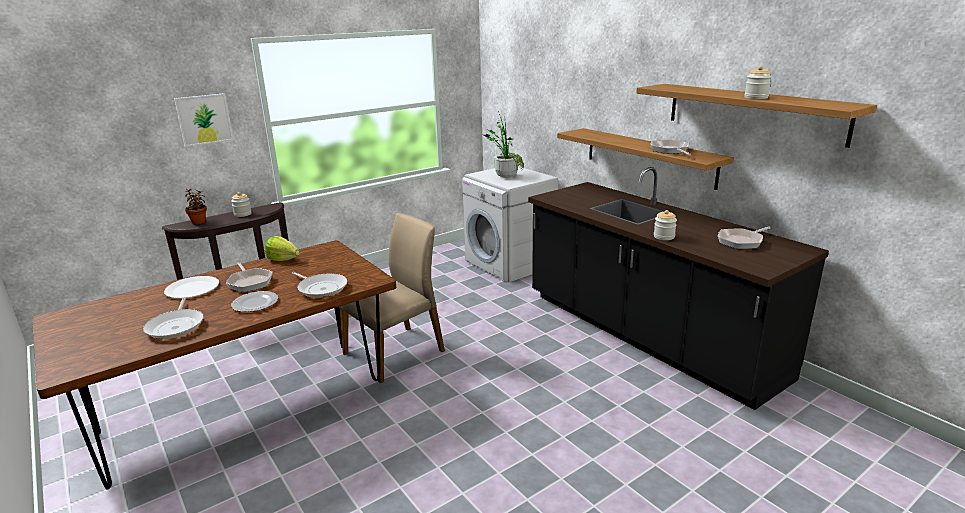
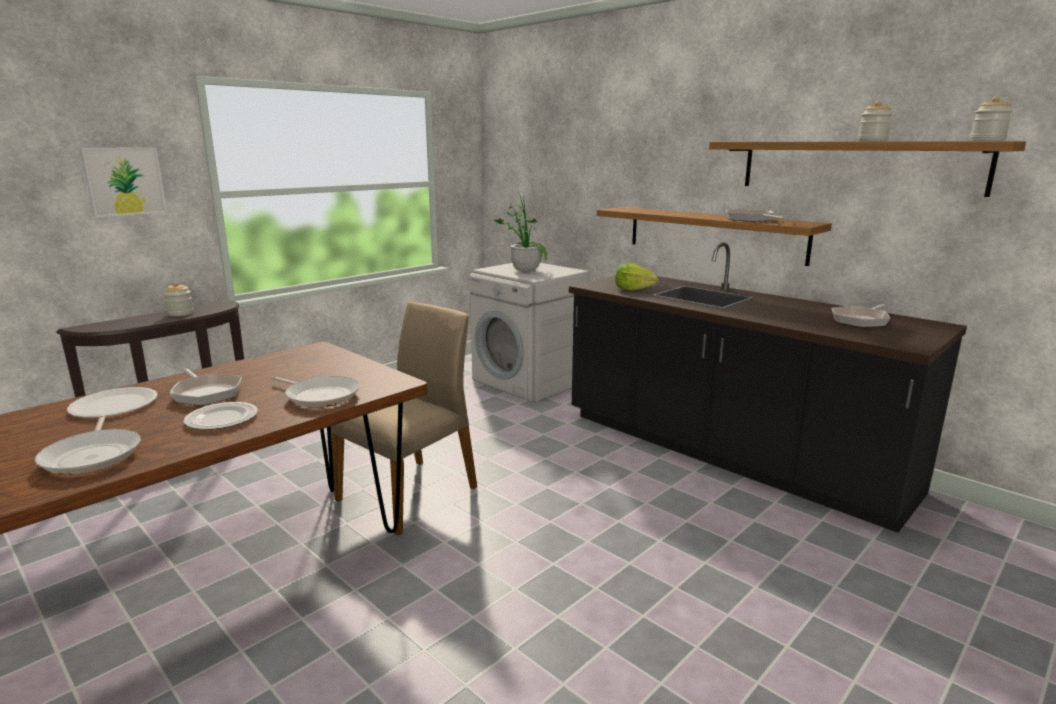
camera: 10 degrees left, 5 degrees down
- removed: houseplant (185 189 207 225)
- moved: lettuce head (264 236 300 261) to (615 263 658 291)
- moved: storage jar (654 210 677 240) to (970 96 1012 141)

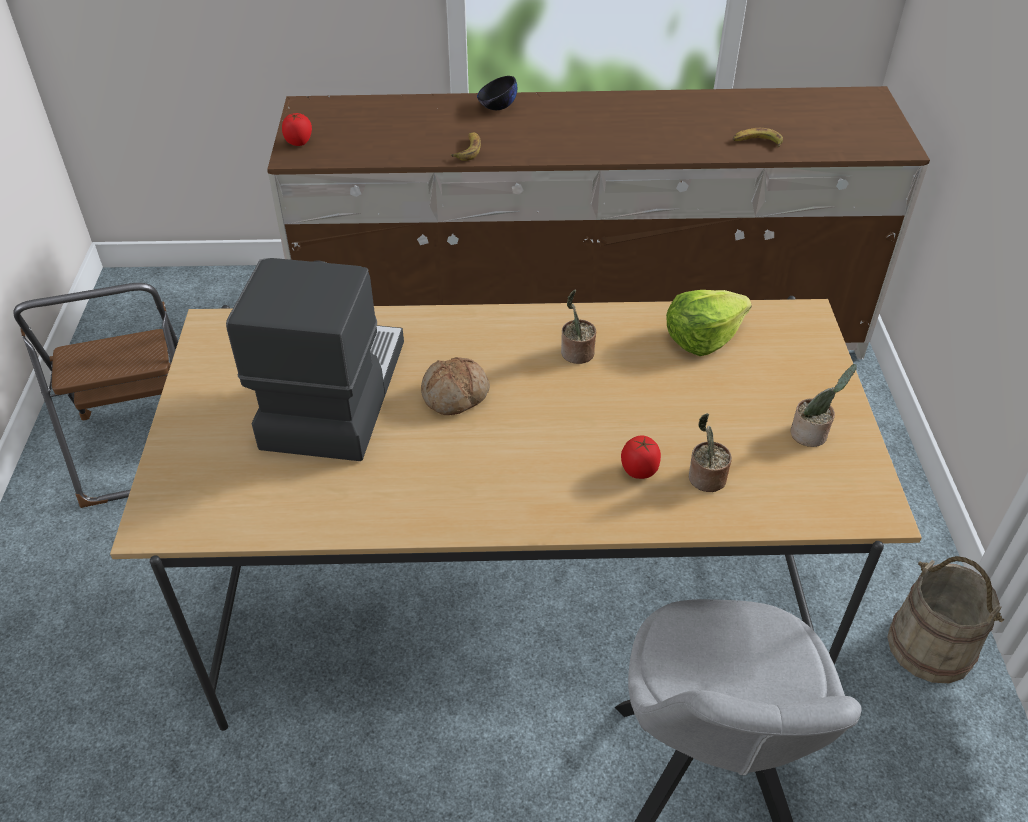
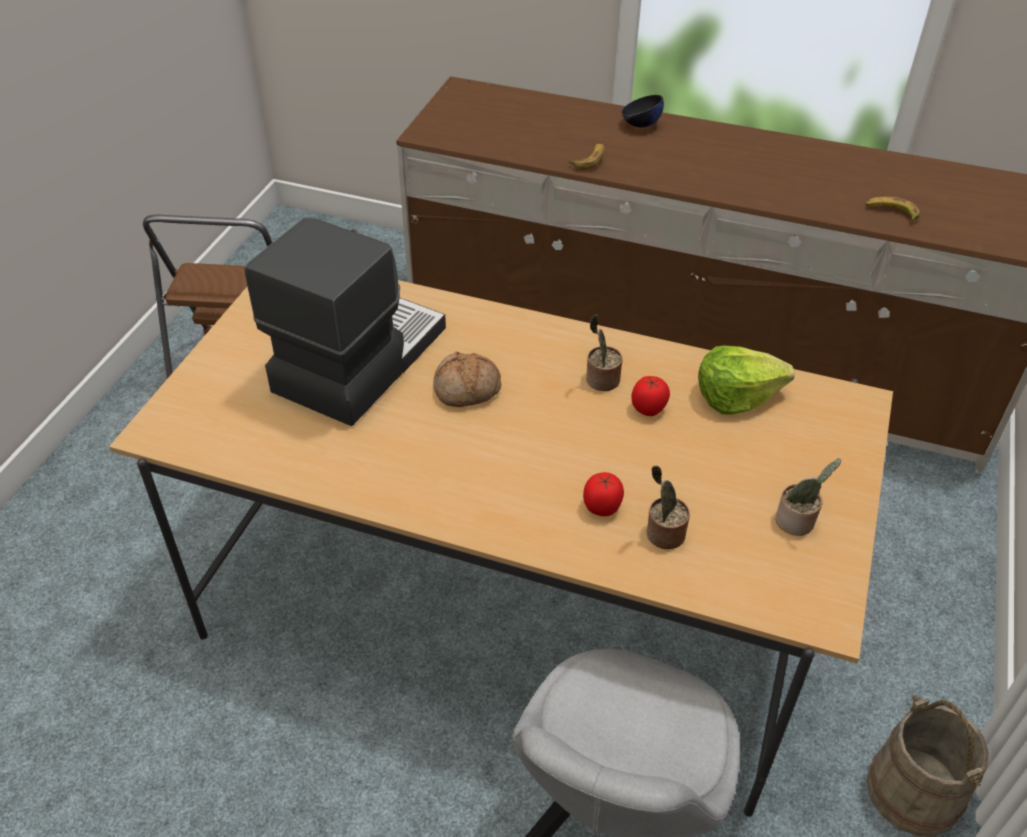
camera: 20 degrees right, 0 degrees up
- moved: tomato (282 113 312 146) to (631 376 670 416)

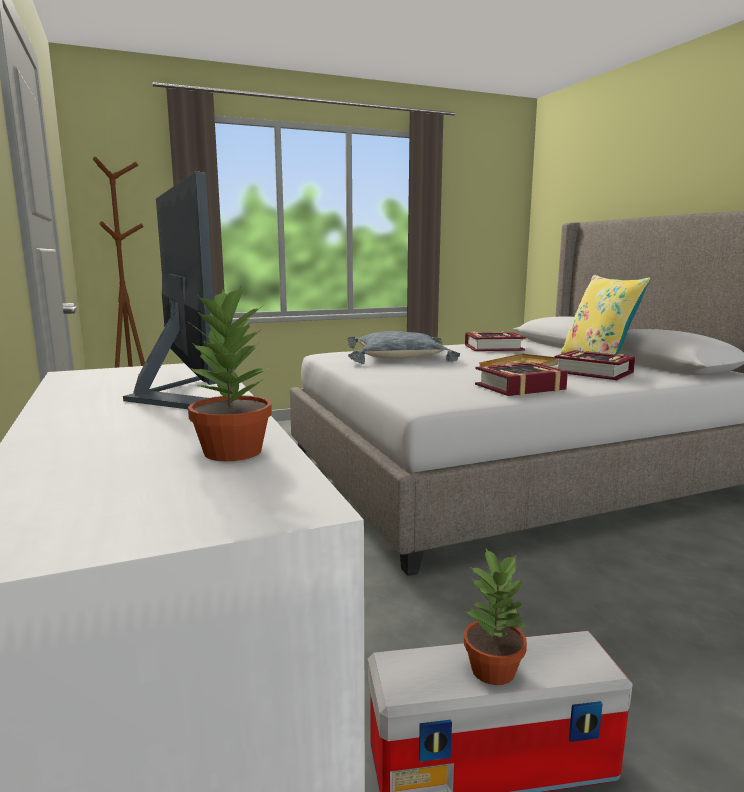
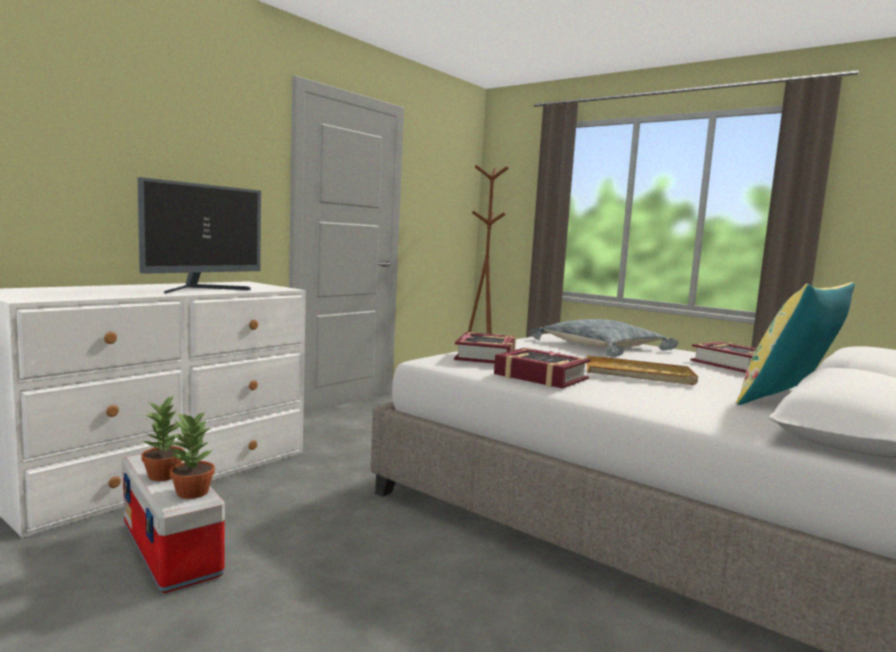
camera: 60 degrees right, 5 degrees down
- moved: houseplant (187 286 272 461) to (170 411 215 499)
- moved: book (554 350 635 380) to (454 332 516 364)

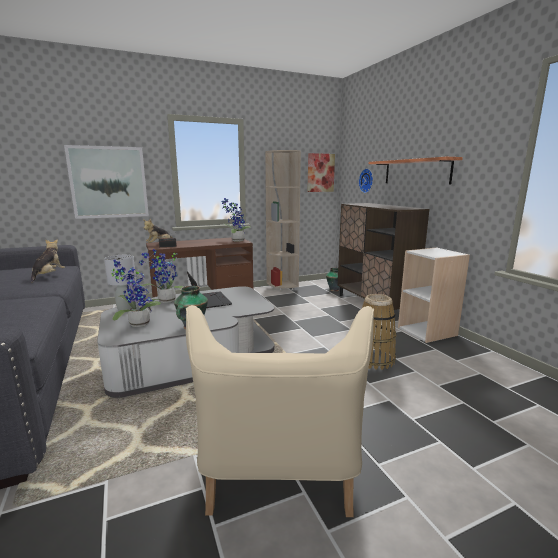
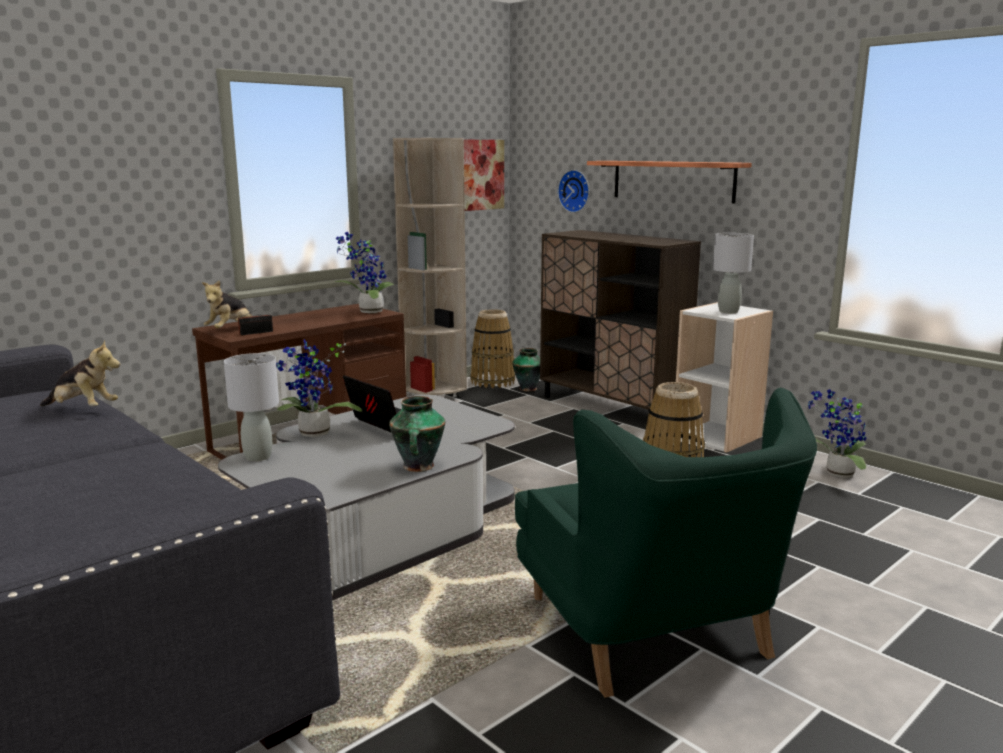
camera: 20 degrees left, 0 degrees up
- turned: plush toy (31 239 65 283) = (40 340 120 406) 120 degrees clockwise
- removed: picture (64 145 149 219)
- moved: houseplant (111 260 161 327) to (808 389 867 478)
- recoloured: beige-coloured lounge chair (186 305 374 517) to greenish lounge chair (515 388 817 698)
- added: household basket (470 309 515 388)
- added: grey lamp for a table (713 233 754 313)

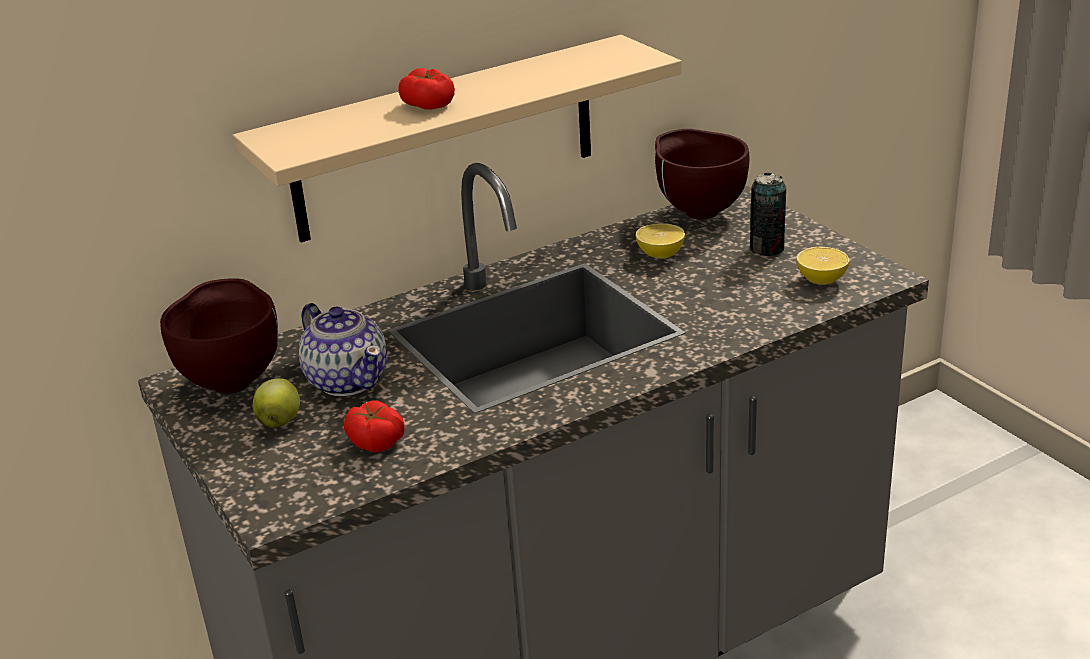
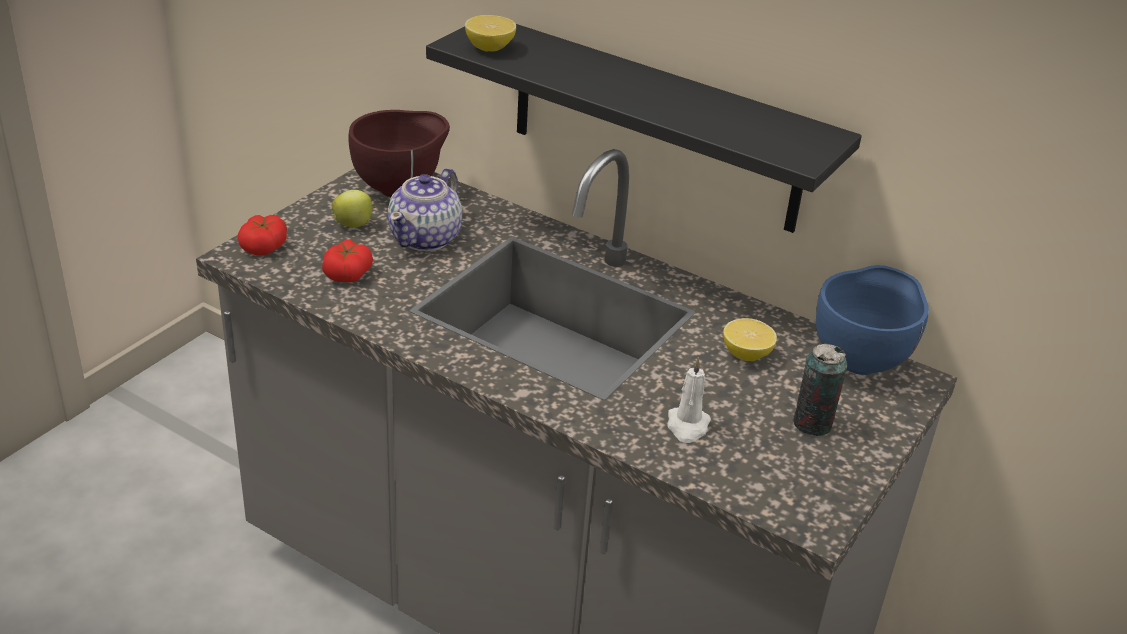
camera: 60 degrees right, 5 degrees up
- recoloured: beige-coloured wall shelf (232 35 682 243) to black wall shelf (426 24 862 233)
- moved: tomato (398 68 455 110) to (237 215 287 256)
- recoloured: brownish bowl (655 129 750 220) to bluish bowl (816 265 929 375)
- moved: whole lemon (796 247 850 285) to (465 15 516 52)
- added: white candle (667 357 711 443)

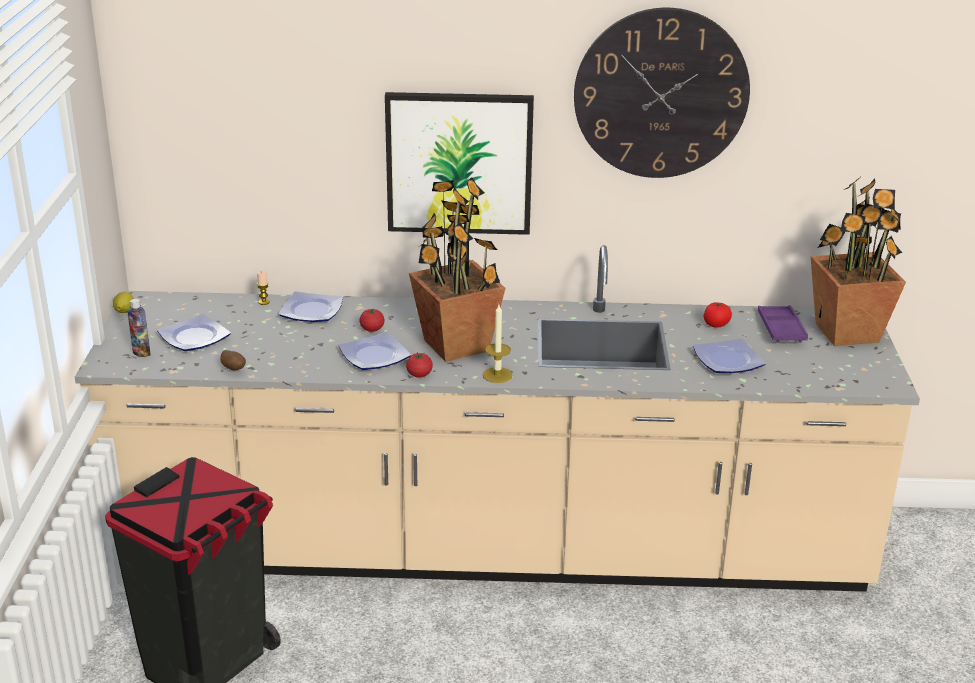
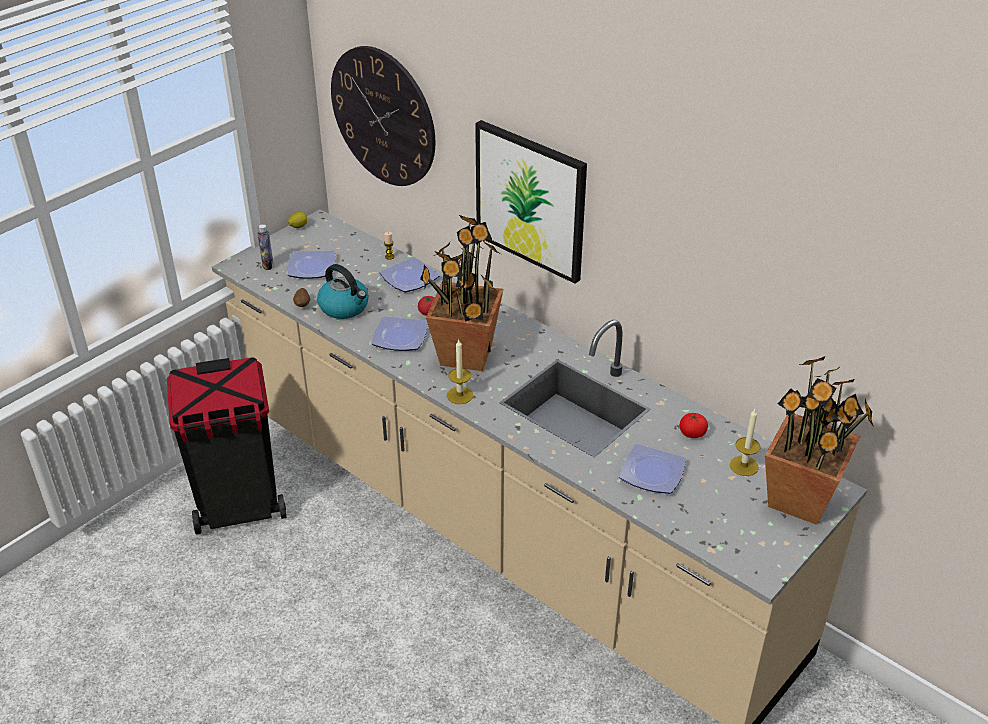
camera: 40 degrees right, 10 degrees up
- removed: tomato (406 352 433 377)
- moved: clock on the wall (574 8 750 178) to (331 46 435 186)
- replaced: purple tray (758 305 808 343) to candle (730 409 760 476)
- added: kettle (317 264 369 319)

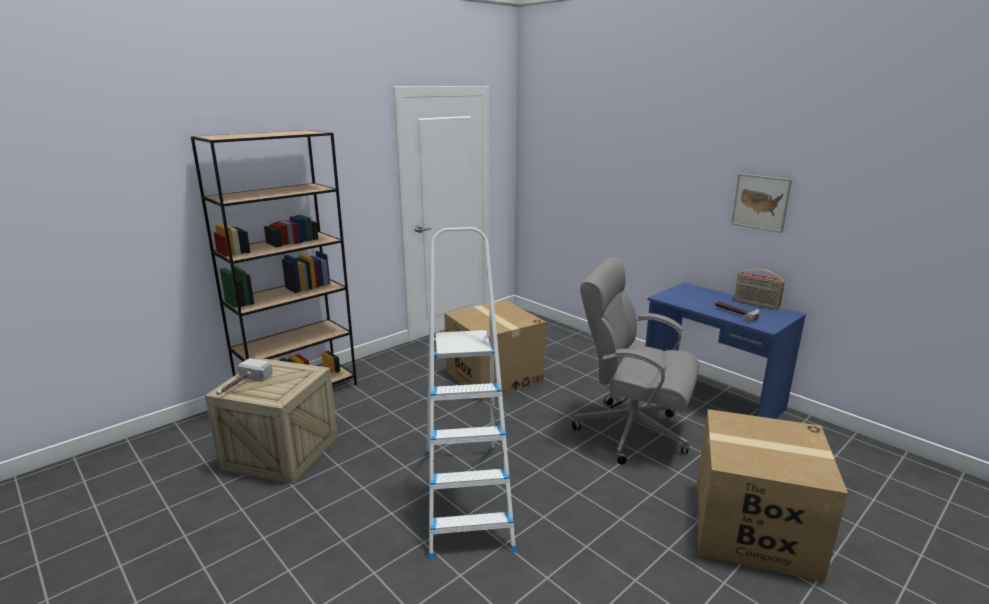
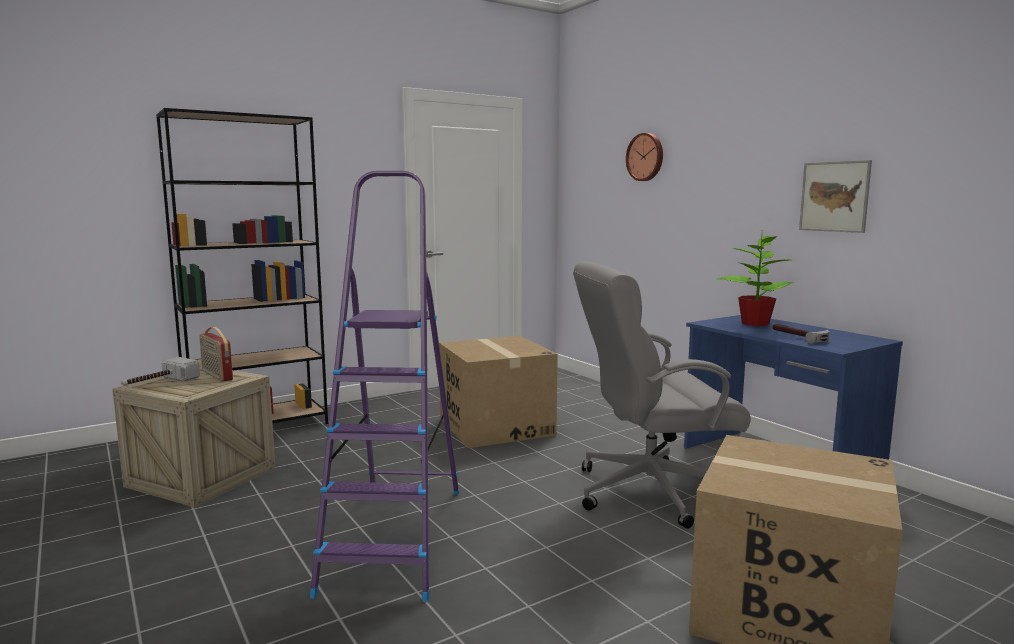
camera: 10 degrees right, 10 degrees down
- recoloured: white step ladder (426 227 516 560) to purple step ladder (310 171 459 602)
- turned: grey desk chair (572 257 699 464) = (573 262 751 529) 45 degrees counterclockwise
- moved: radio receiver (734 269 785 309) to (199 327 233 382)
- added: clock on the wall (626 133 663 181)
- added: houseplant (717 236 794 326)

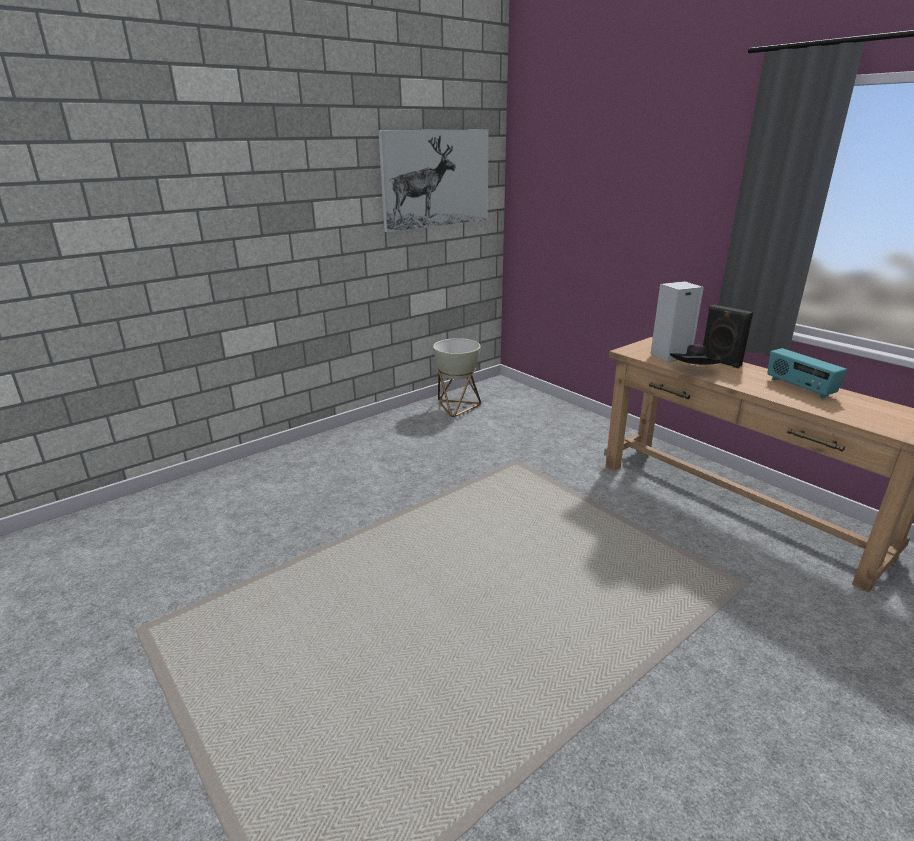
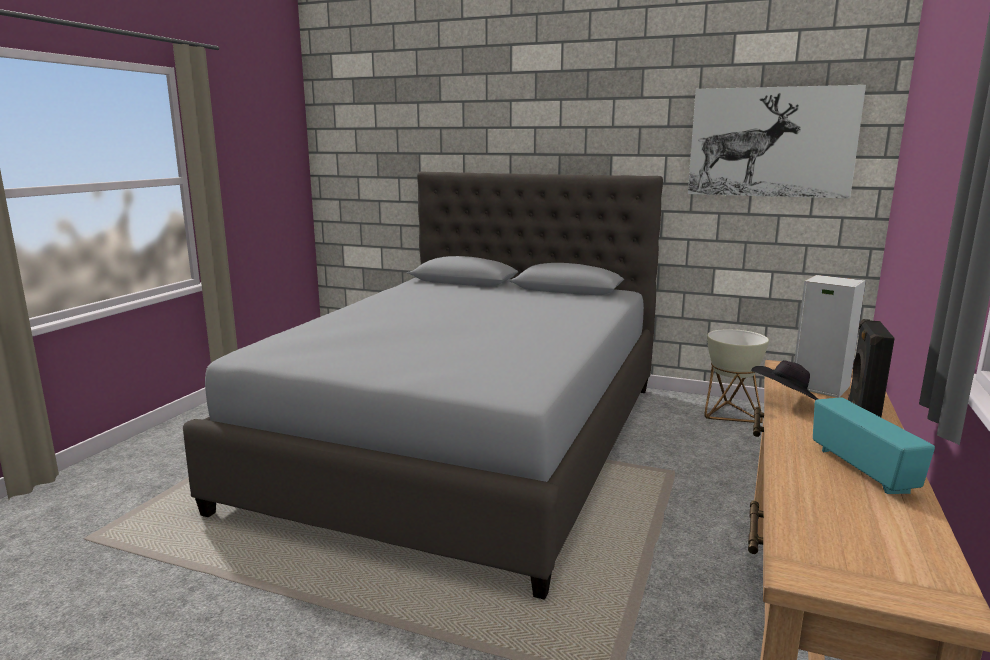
camera: 60 degrees right, 10 degrees down
- turned: radio receiver (767 348 847 399) = (813 397 935 494) 135 degrees clockwise
- added: grey bedroom bed (183 171 663 600)

